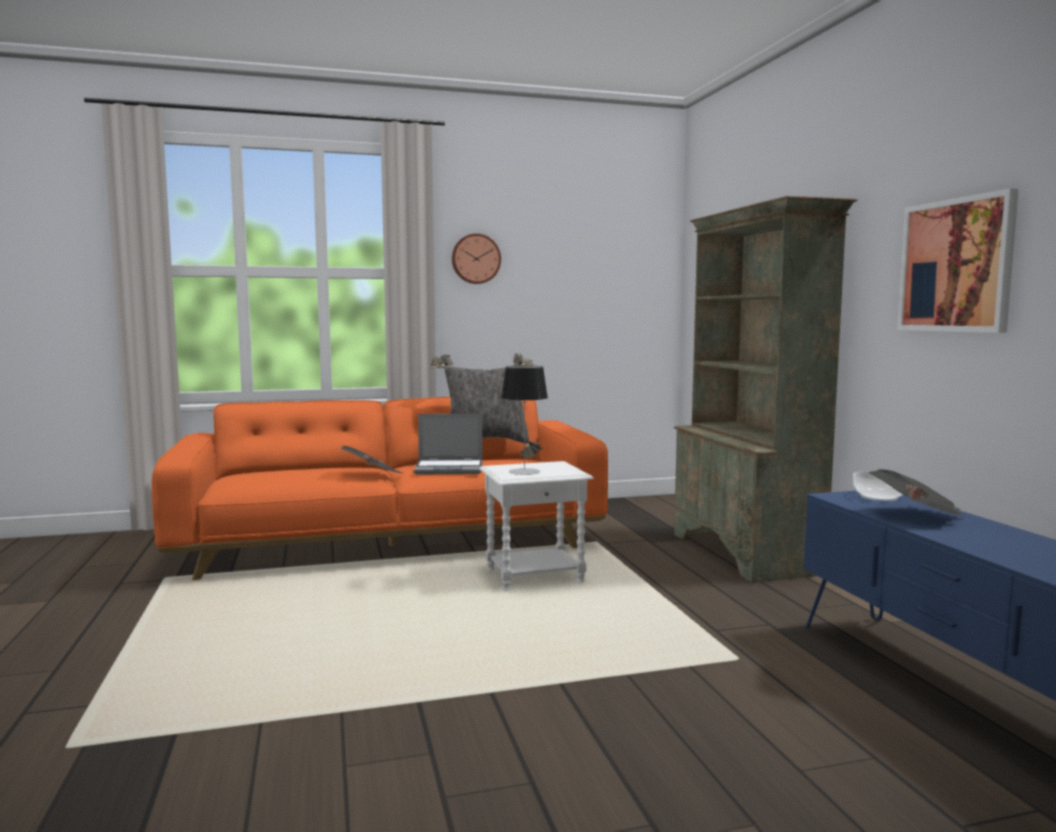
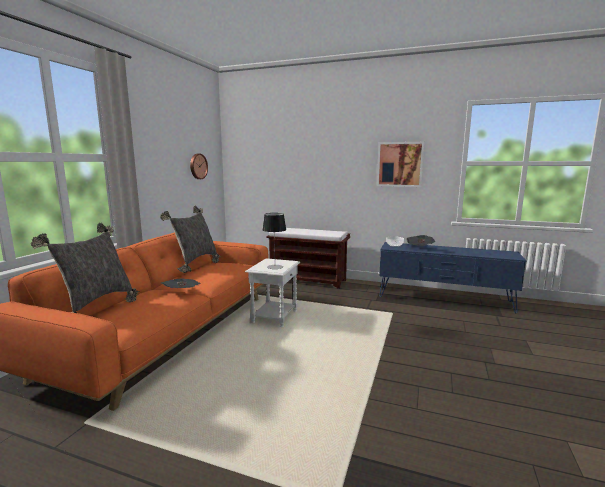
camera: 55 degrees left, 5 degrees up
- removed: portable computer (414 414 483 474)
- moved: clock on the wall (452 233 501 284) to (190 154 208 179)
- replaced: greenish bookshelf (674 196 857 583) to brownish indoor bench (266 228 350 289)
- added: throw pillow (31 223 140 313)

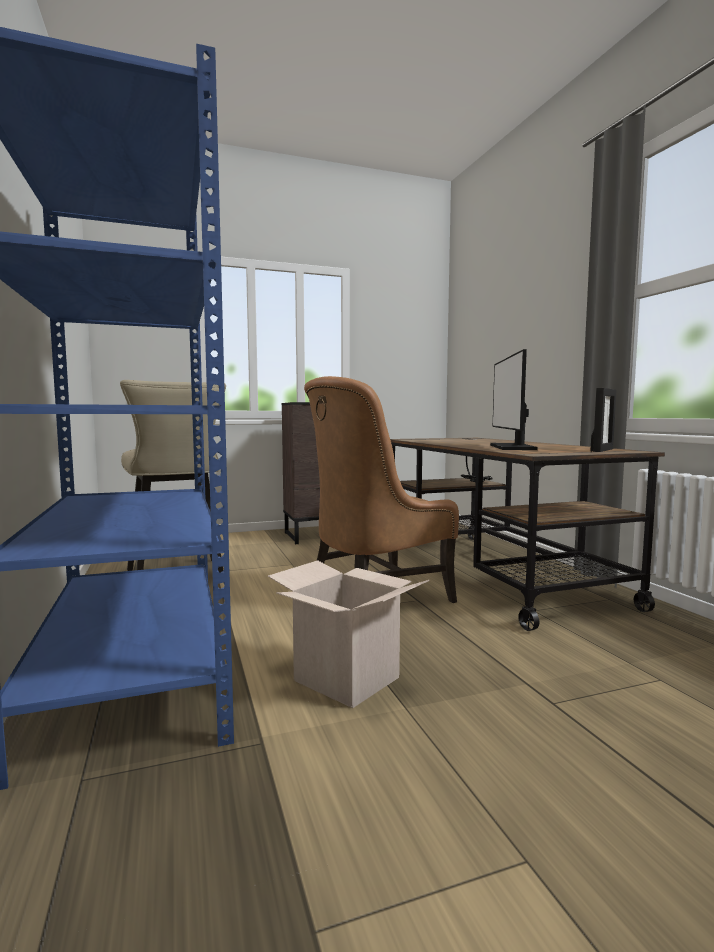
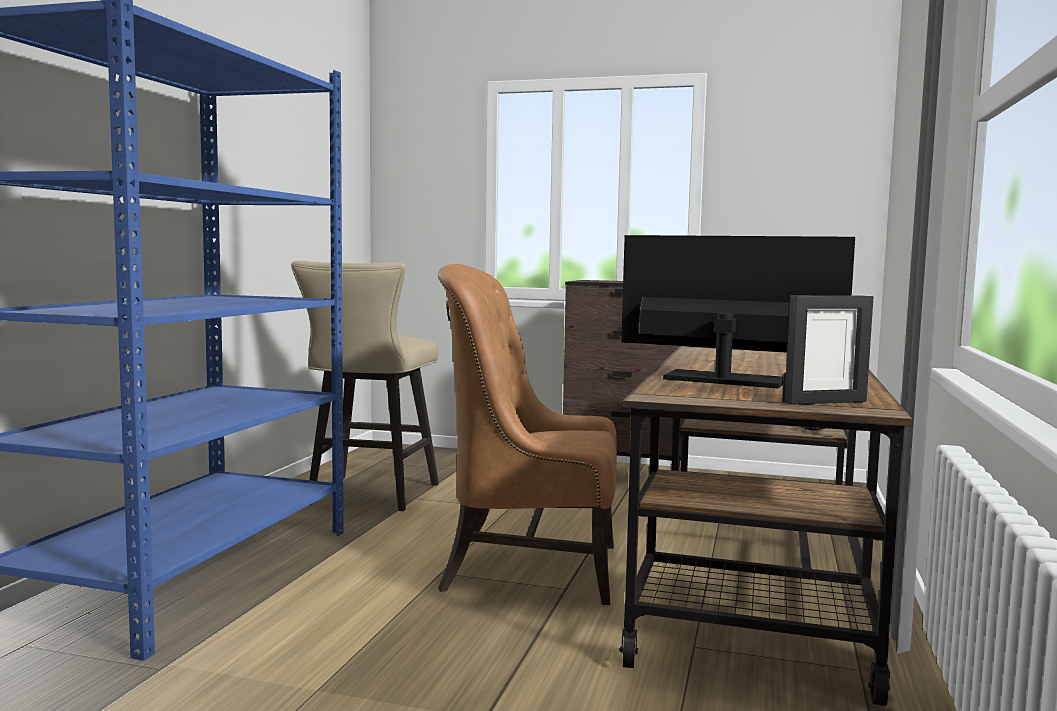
camera: 35 degrees right, 0 degrees up
- removed: packing box (268 560 430 708)
- turned: computer screen (490 349 538 450) = (621 235 855 389) 75 degrees clockwise

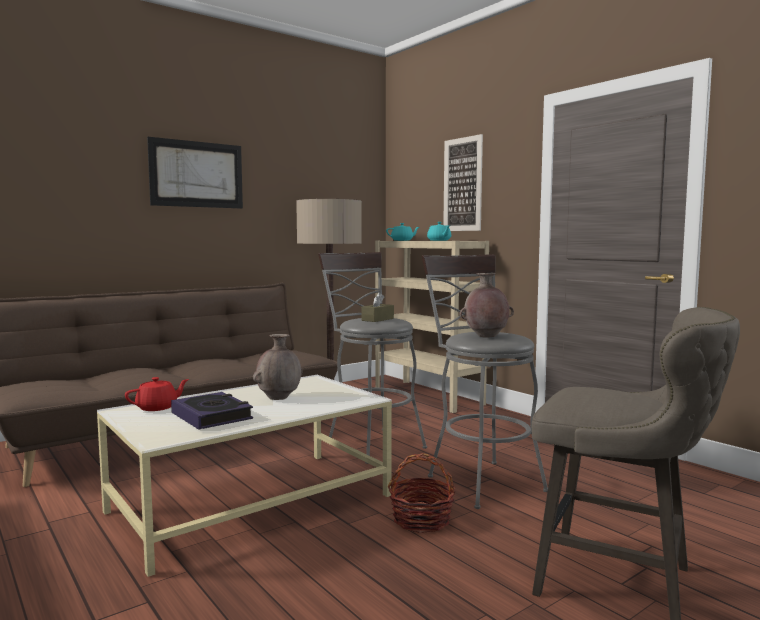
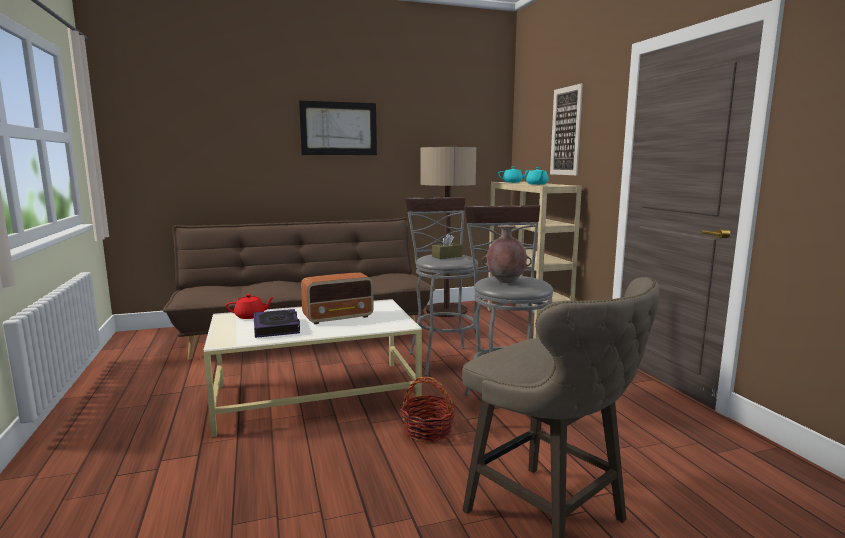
camera: 20 degrees right, 5 degrees up
- replaced: brownish vase (253 334 303 400) to radio receiver (301 272 374 324)

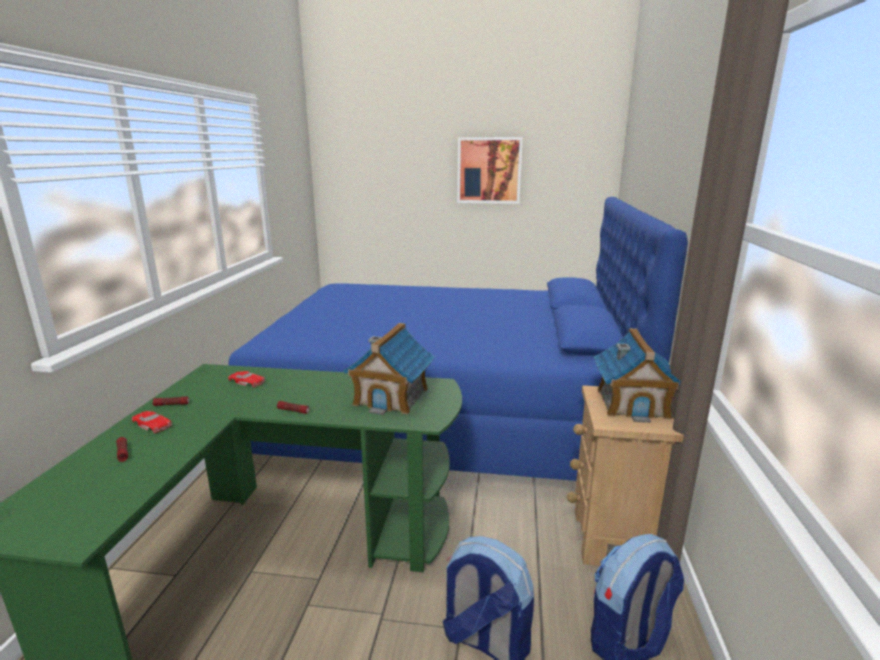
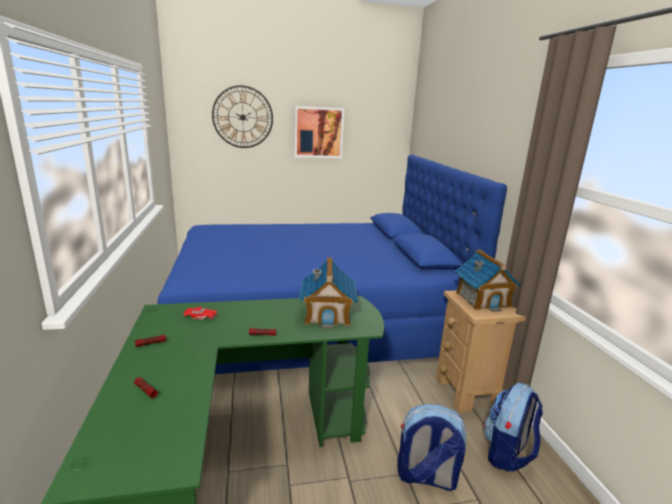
camera: 20 degrees left, 0 degrees up
- removed: reddish toy car (132 411 172 433)
- added: clock on the wall (212 85 273 148)

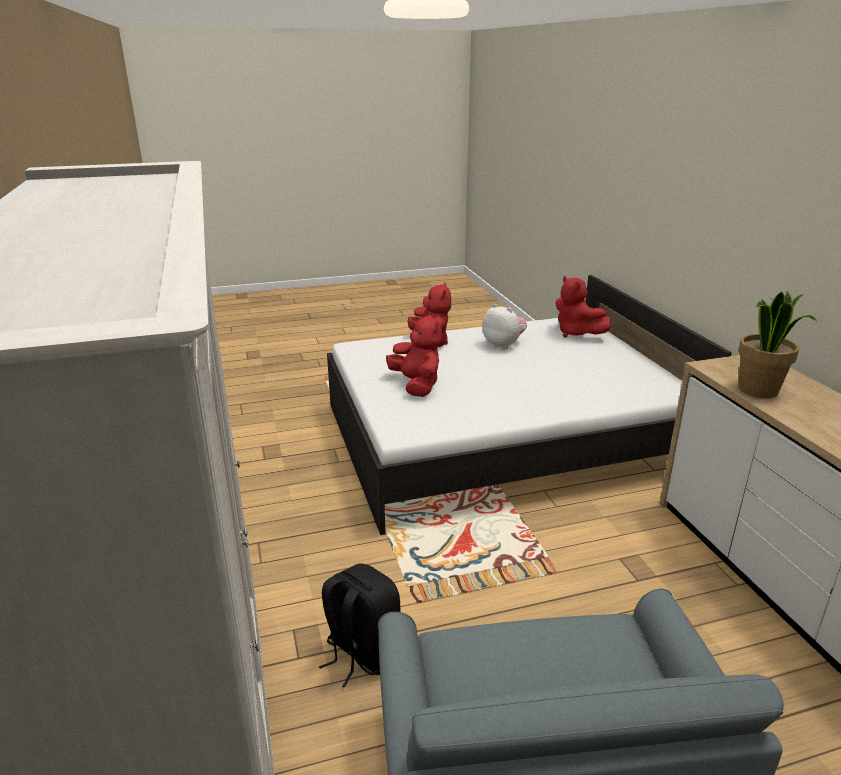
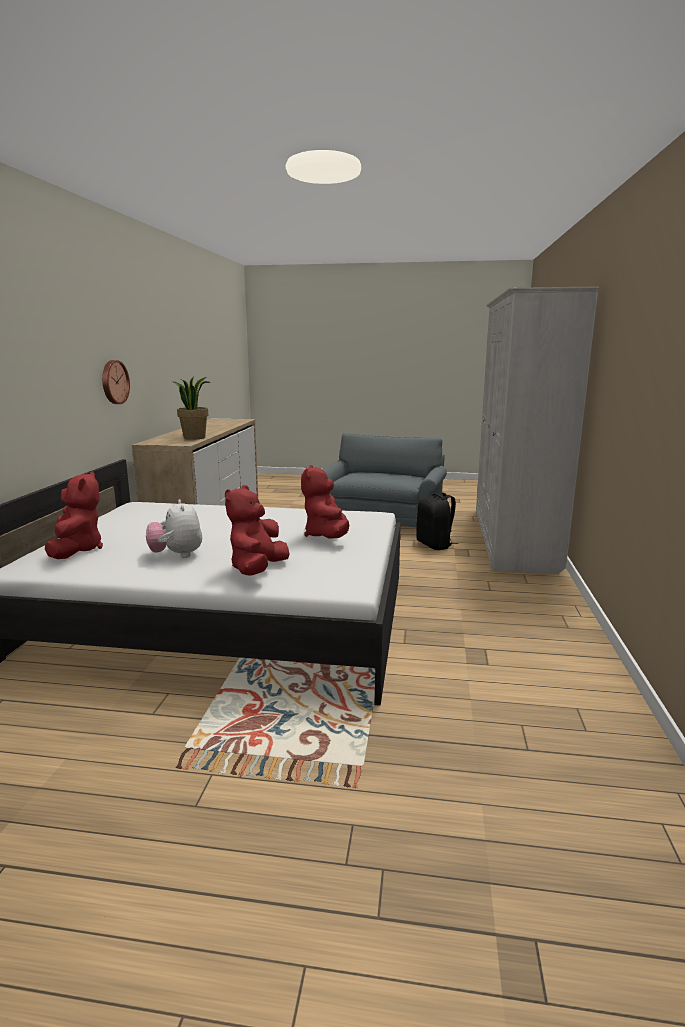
camera: 155 degrees left, 10 degrees down
- added: clock on the wall (102 360 130 404)

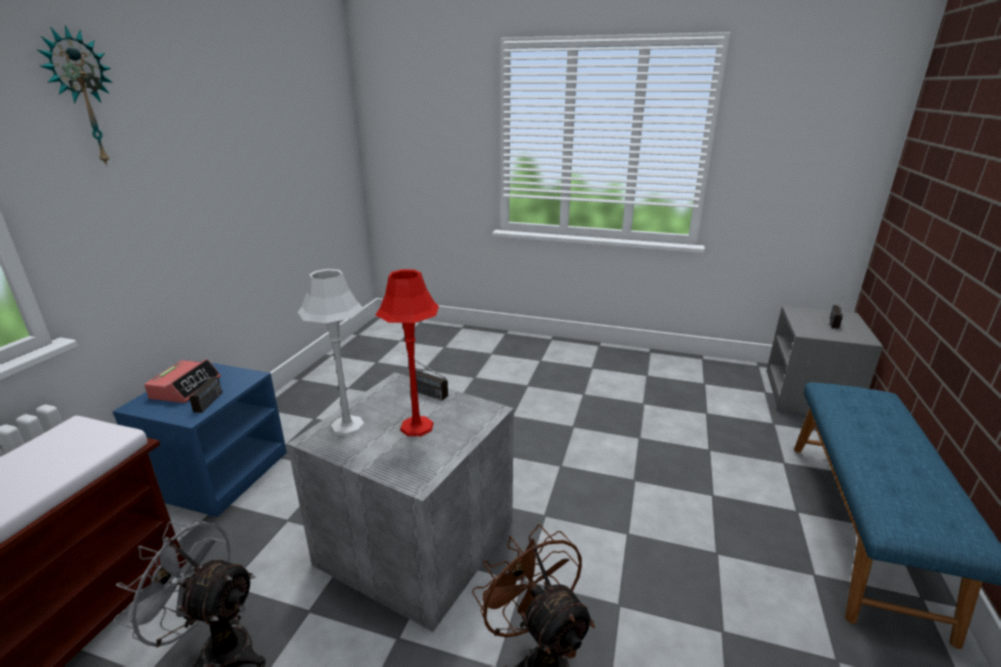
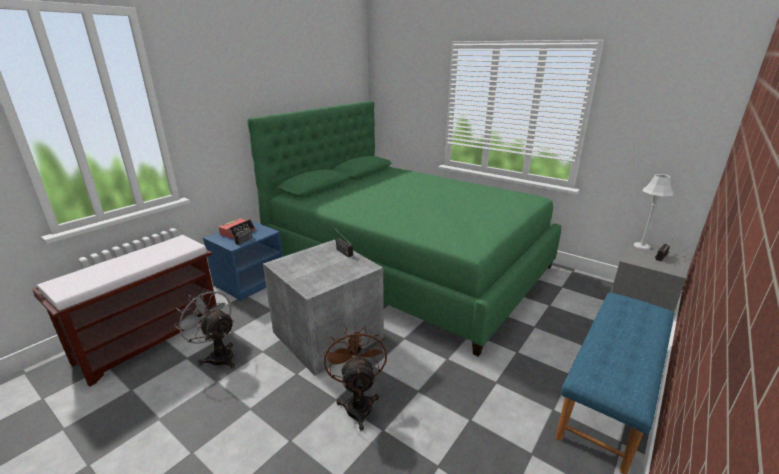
camera: 20 degrees right, 0 degrees up
- removed: clock on the wall (37 25 113 166)
- moved: grey lamp for a table (298 269 365 436) to (634 174 673 250)
- removed: reddish lamp for a table (376 269 439 436)
- added: greenish bedroom bed (247 101 561 357)

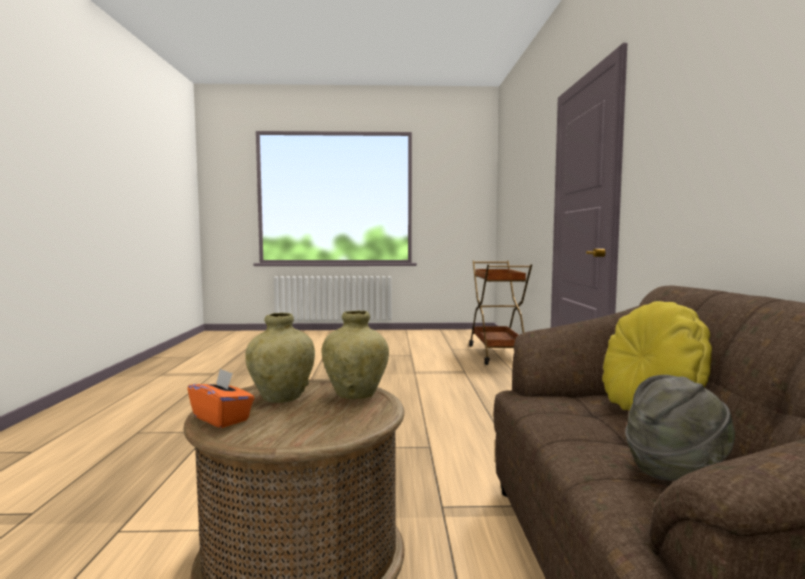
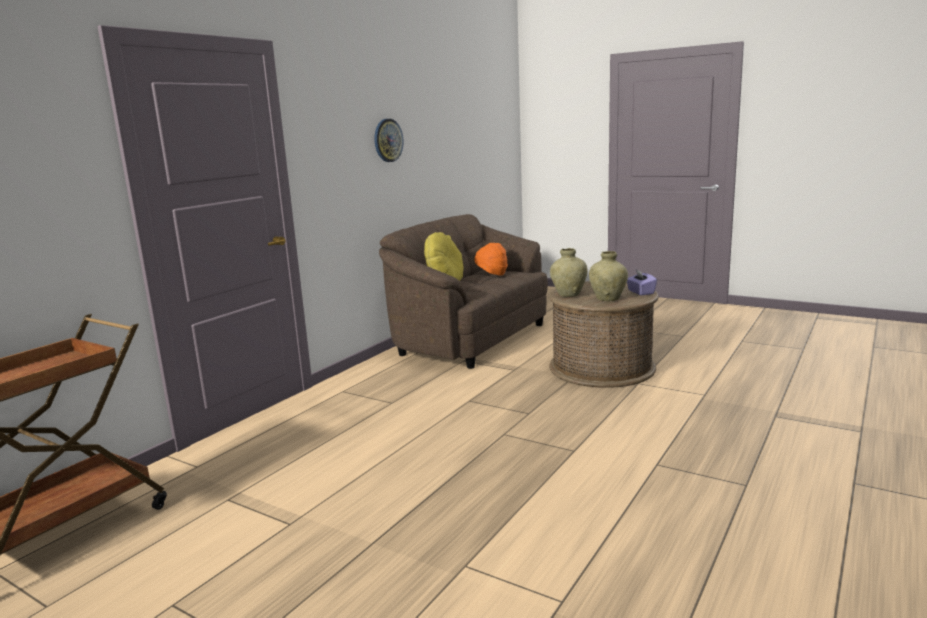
camera: 145 degrees left, 10 degrees up
- recoloured: orange-coloured tissue holder (187 368 254 428) to purple tissue holder (627 269 657 295)
- recoloured: grey wearable hat (625 375 735 481) to orange-coloured wearable hat (474 243 508 276)
- added: clock on the wall (374 119 403 162)

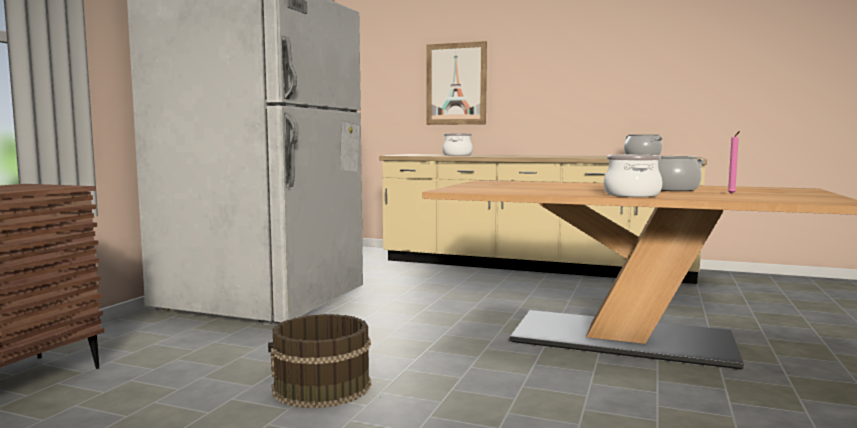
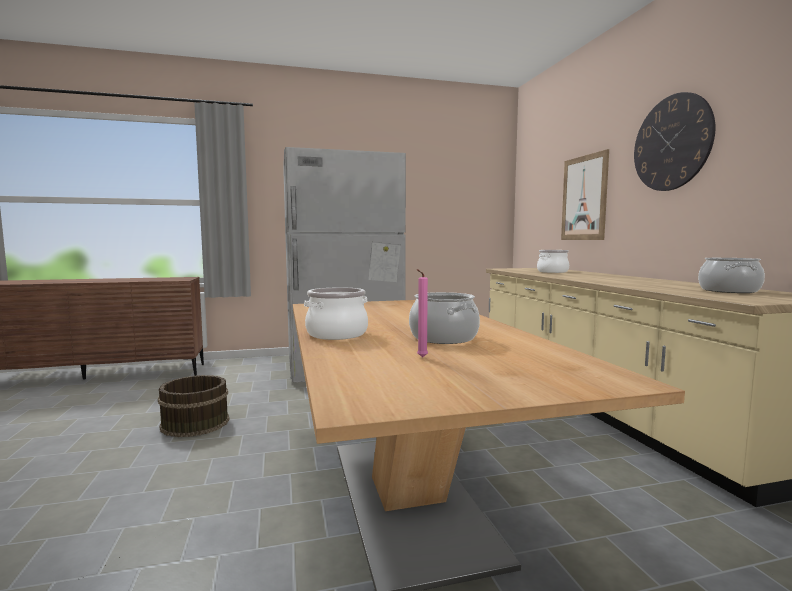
camera: 55 degrees right, 0 degrees up
- added: clock on the wall (634 92 715 191)

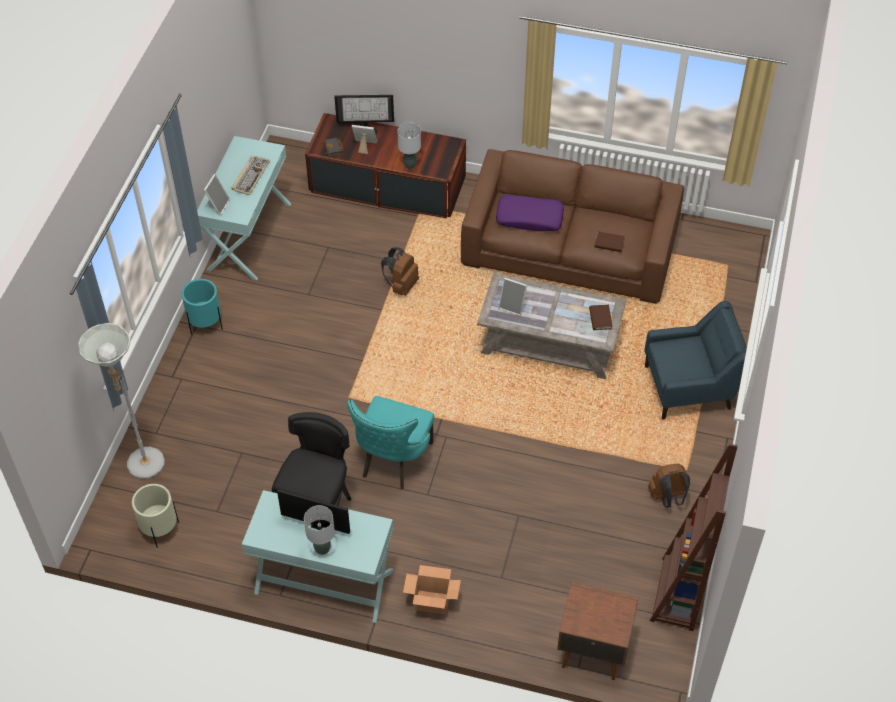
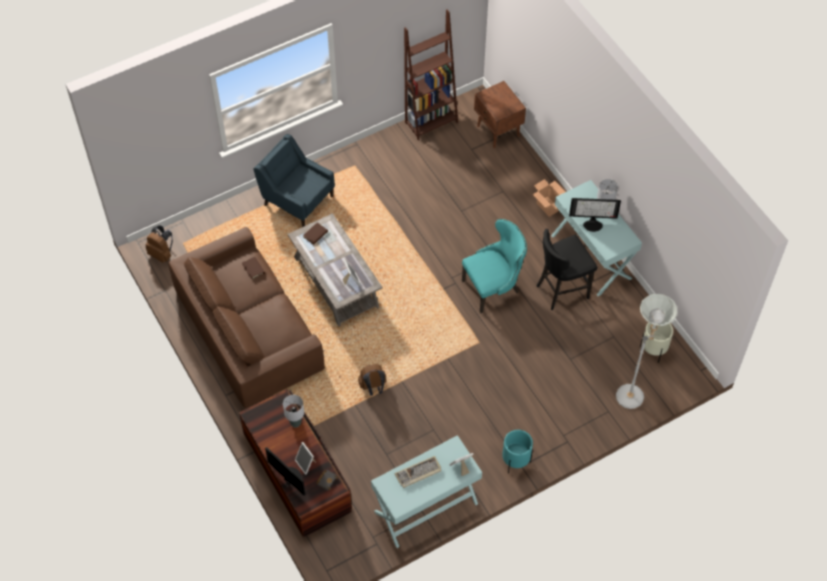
camera: 135 degrees left, 5 degrees up
- turned: computer screen (277 489 350 534) = (569 198 621 232) 60 degrees counterclockwise
- removed: purple throw pillow (496 195 564 231)
- moved: brownish knapsack (648 464 690 508) to (146 225 173 263)

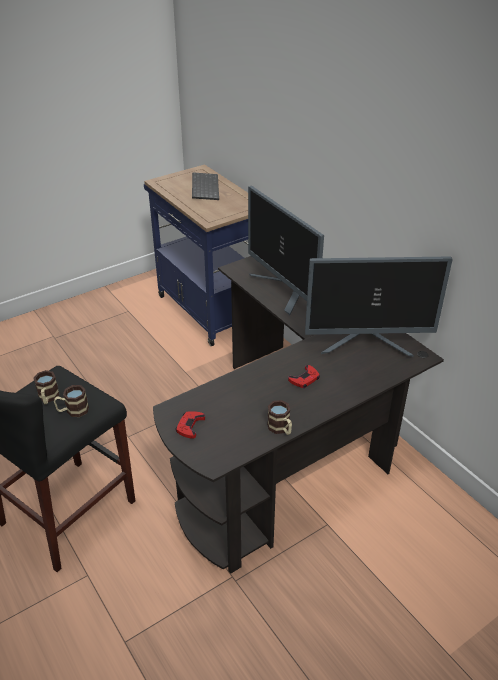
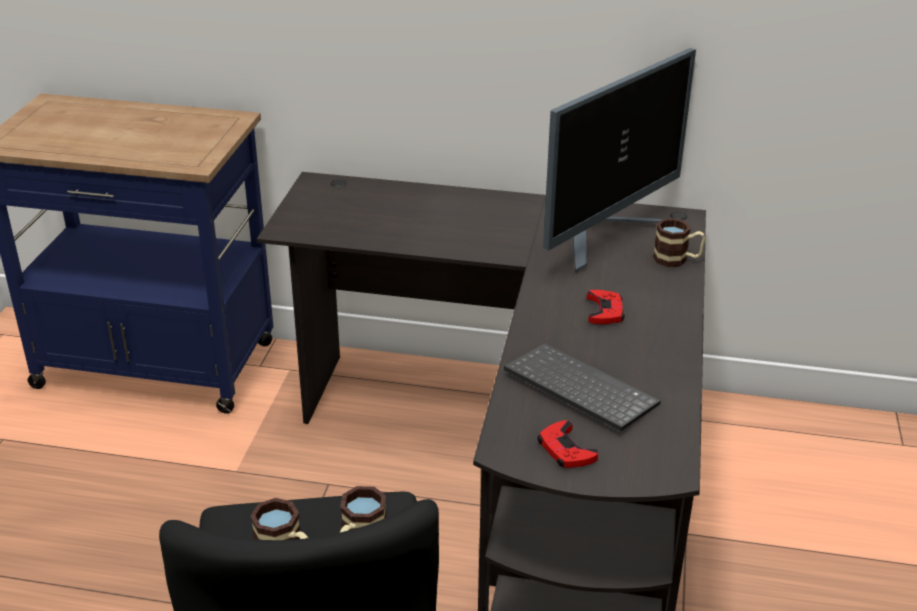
camera: 45 degrees left, 5 degrees down
- moved: keyboard (192 172 219 200) to (504 343 661 431)
- removed: computer screen (248 186 324 316)
- moved: tea mug (267 400 292 435) to (653 218 705 267)

